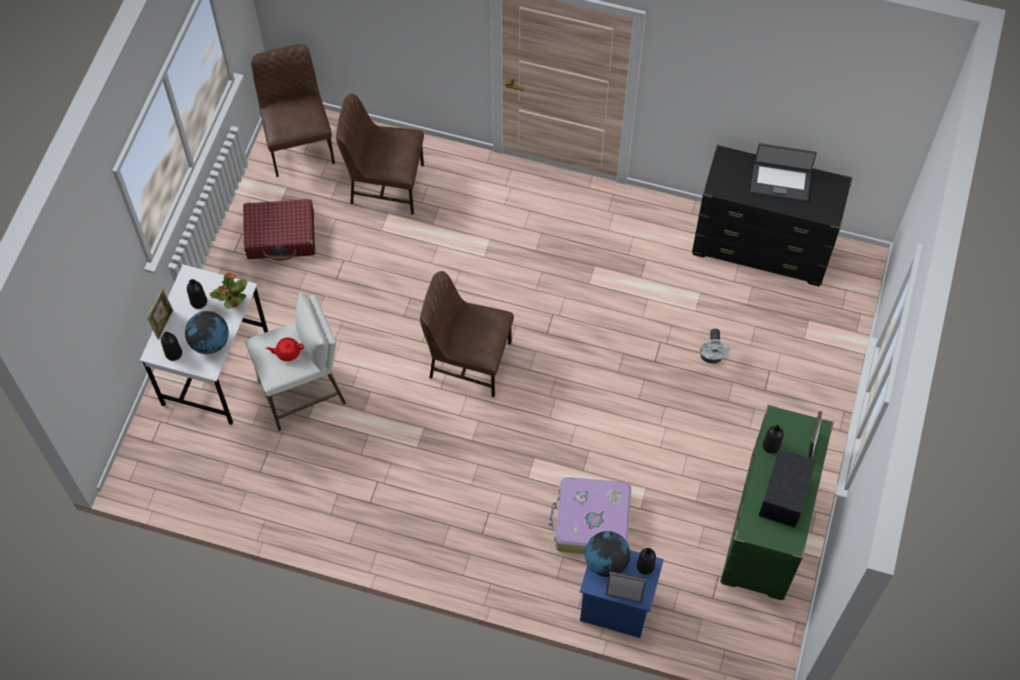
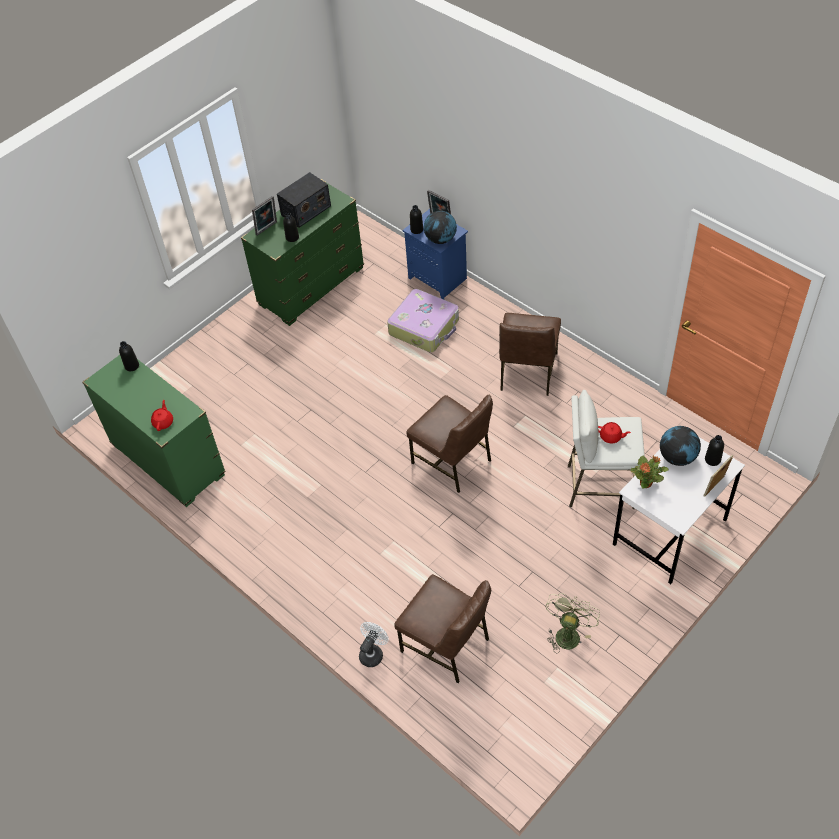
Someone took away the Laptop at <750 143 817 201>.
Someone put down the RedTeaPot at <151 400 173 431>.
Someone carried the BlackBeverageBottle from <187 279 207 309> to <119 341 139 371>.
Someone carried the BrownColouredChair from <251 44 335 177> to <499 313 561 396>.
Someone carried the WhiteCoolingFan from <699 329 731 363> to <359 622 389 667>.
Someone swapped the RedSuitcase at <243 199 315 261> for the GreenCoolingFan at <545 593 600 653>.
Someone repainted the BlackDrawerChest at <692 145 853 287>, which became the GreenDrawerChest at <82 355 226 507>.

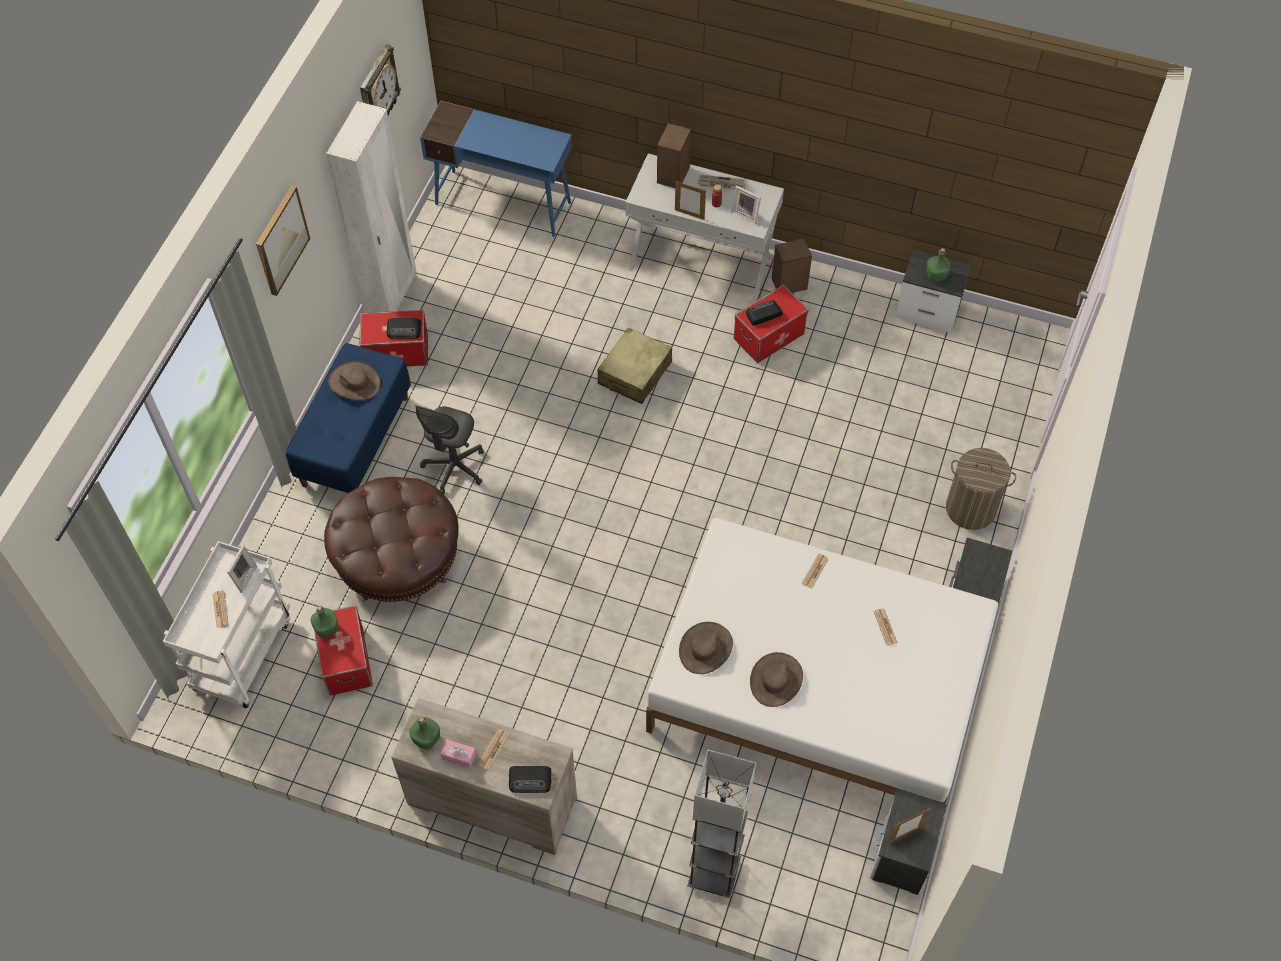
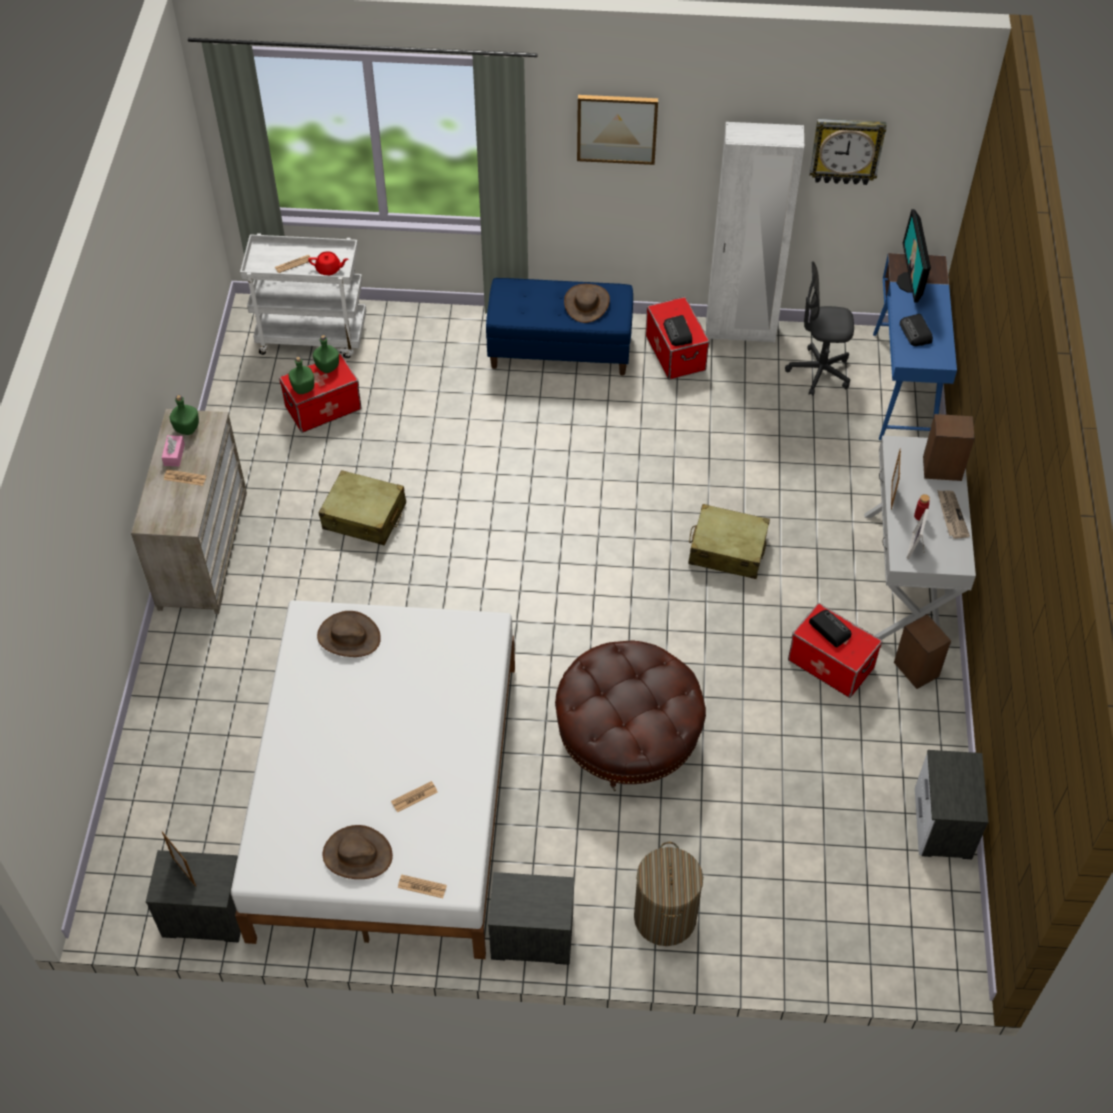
Someone took away the GrayStandingLamp at <687 750 756 898>.
Someone put down the BeigeColouredSuitcase at <319 470 406 545>.
Someone put down the ComputerDisplay at <897 209 931 303>.
Someone carried the BrownColouredFootrest from <324 477 459 602> to <555 640 706 791>.
Someone carried the GrayDeskChair from <415 405 484 494> to <785 261 854 396>.
Someone carried the RadioSet from <509 766 552 793> to <900 314 933 346>.
Someone carried the BrownColouredClothingHat from <750 652 803 707> to <323 825 393 879>.
Someone carried the DailyPaper from <801 553 829 589> to <398 875 447 898>.
Someone carried the GreenBeverageBottle from <927 248 951 282> to <288 356 314 394>.
Someone swapped the PhotoFrame at <227 545 257 593> for the RedTeaPot at <308 251 348 275>.

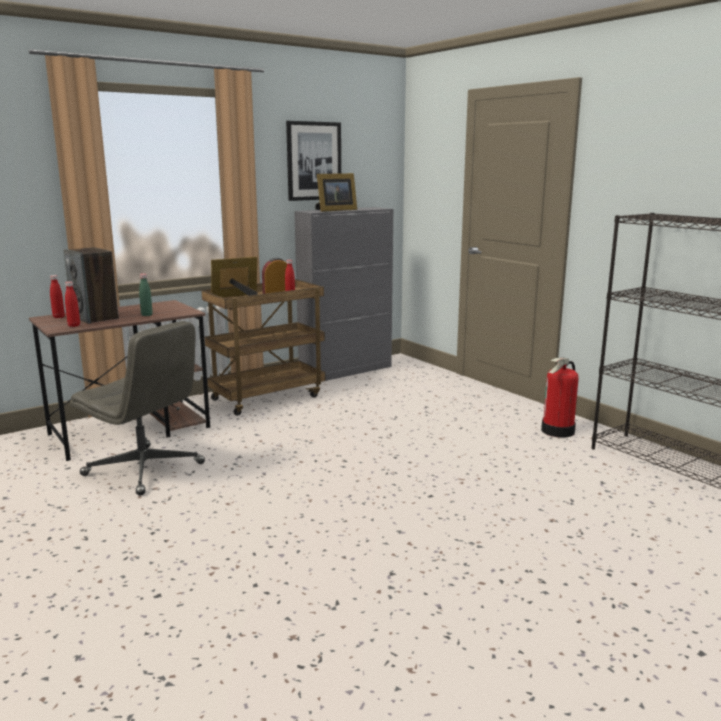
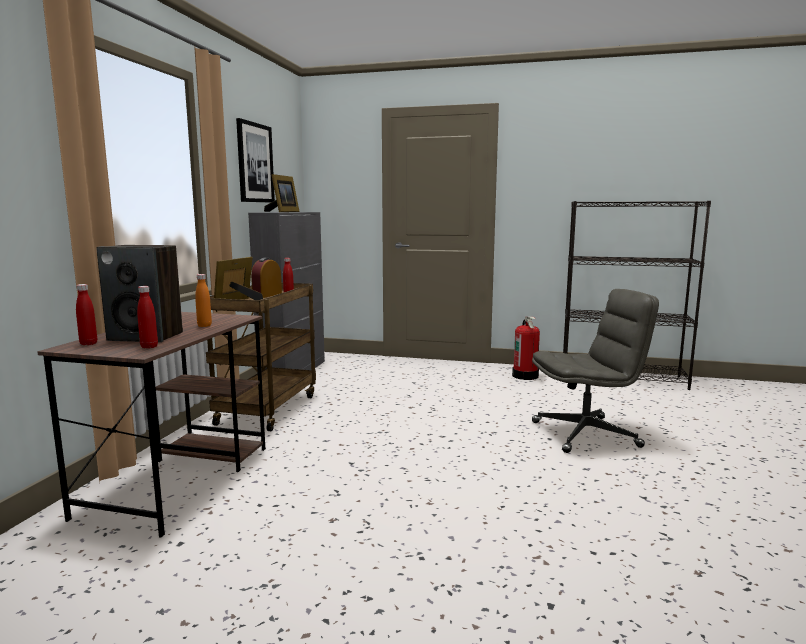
Someone carried the GrayDeskChair from <70 321 205 496> to <532 289 659 453>.
Someone repainted the GreenBeverageBottle at <139 274 153 316>, which became the OrangeColouredBeverageBottle at <195 274 212 327>.

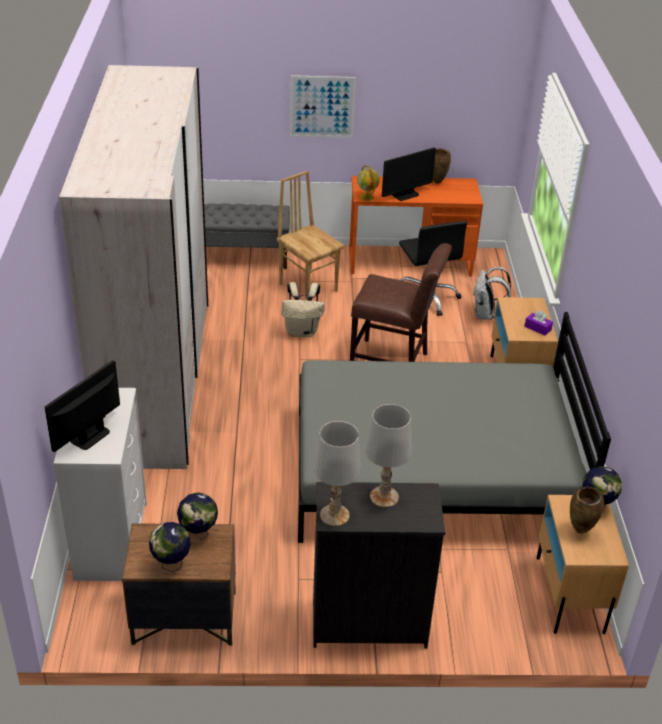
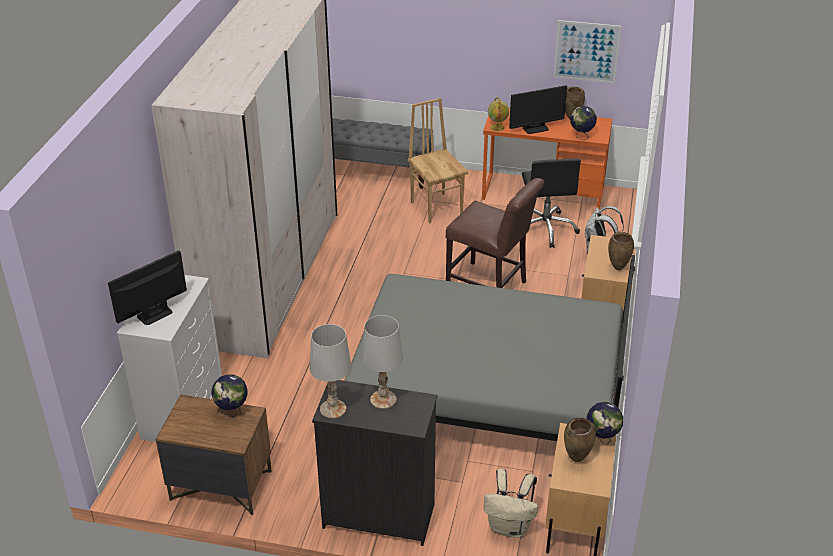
Someone carried the DeskGlobe from <149 522 191 572> to <570 106 597 140>.
Someone carried the BeigeColouredBackpack from <282 282 325 337> to <483 469 538 538>.
Someone carried the WallPicture from <290 75 356 138> to <554 20 621 83>.
Someone swapped the PurpleColouredBoxOfTissues at <525 311 553 336> for the BrownColouredVase at <608 232 634 270>.

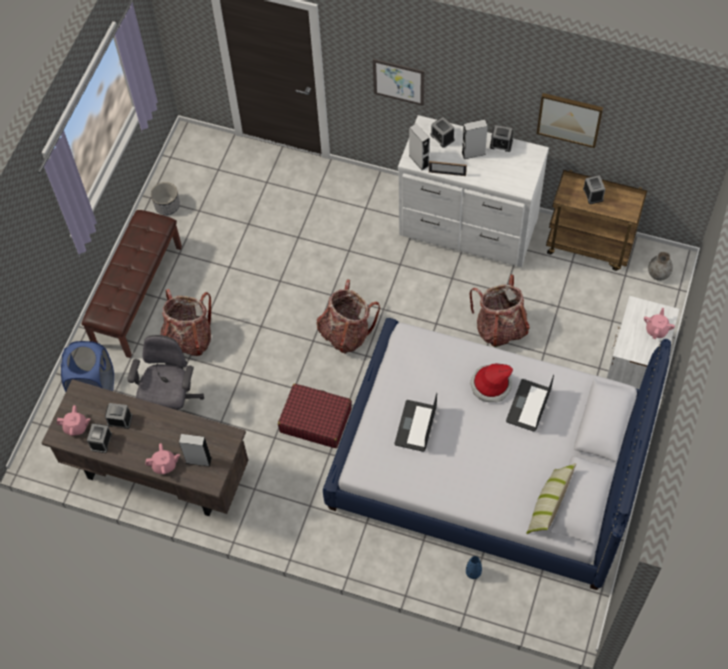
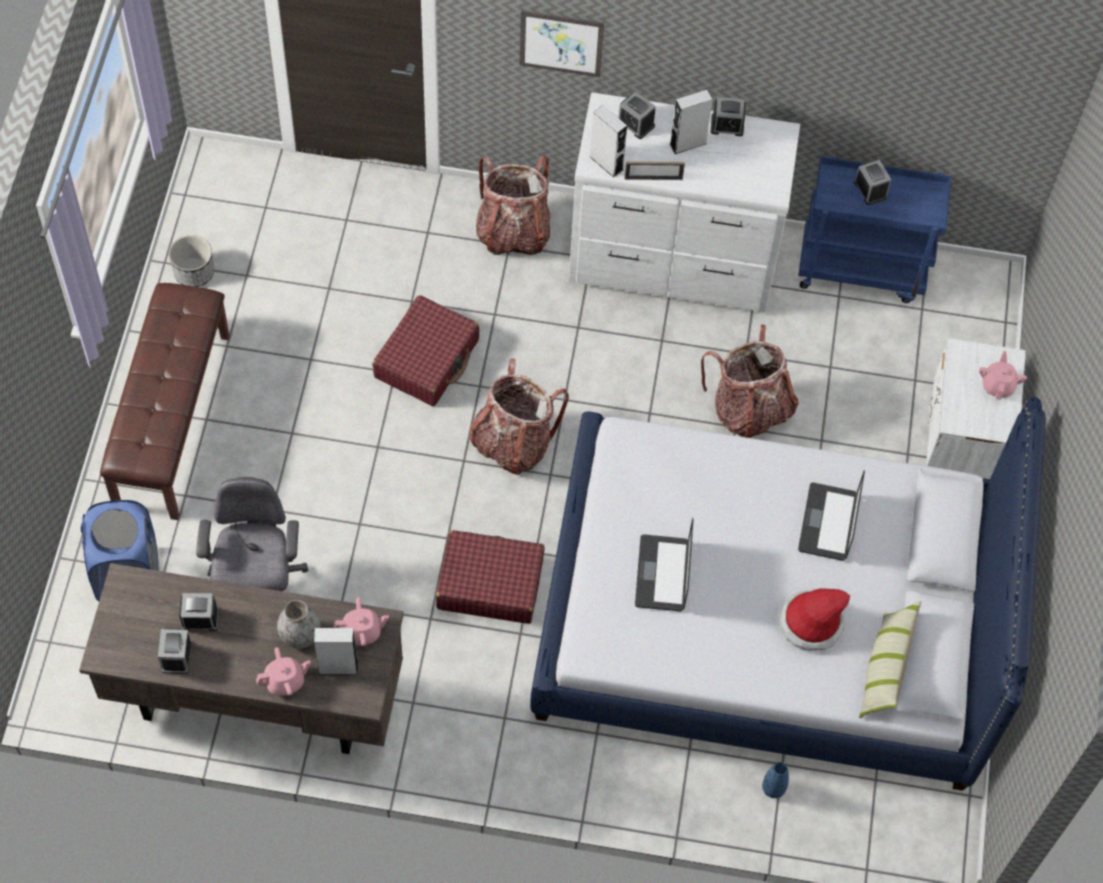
Someone took away the WallPicture at <537 93 603 148>.
Someone put down the RedSuitcase at <372 295 479 406>.
Someone carried the PinkTeaPot from <57 405 90 436> to <334 597 389 646>.
Someone carried the Backpack from <160 289 211 356> to <476 155 550 255>.
Someone carried the ClothingHat from <470 363 513 402> to <779 588 850 651>.
Someone carried the GrayVase from <648 251 673 281> to <277 600 321 649>.
Someone repainted the BrownColouredWheeledCart at <546 170 647 271>, which became the BlueWheeledCart at <798 155 951 303>.

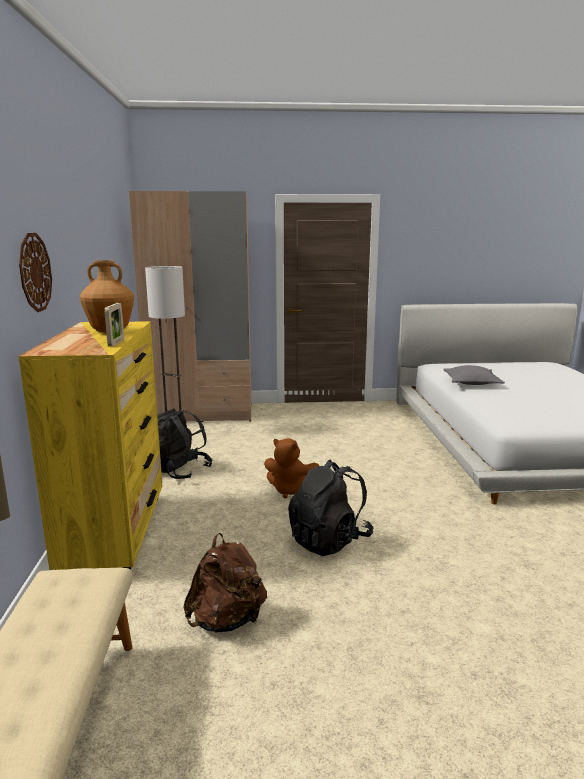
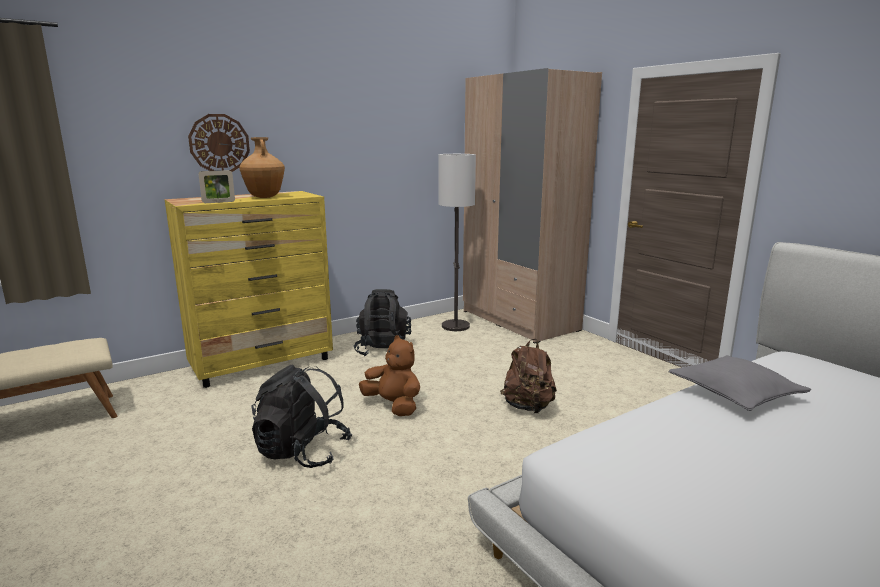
Someone carried the BrownColouredBackpack from <183 533 267 633> to <500 339 557 414>.
Someone rotated the BrownColouredSoftToy at <264 438 319 499> by 135 degrees clockwise.

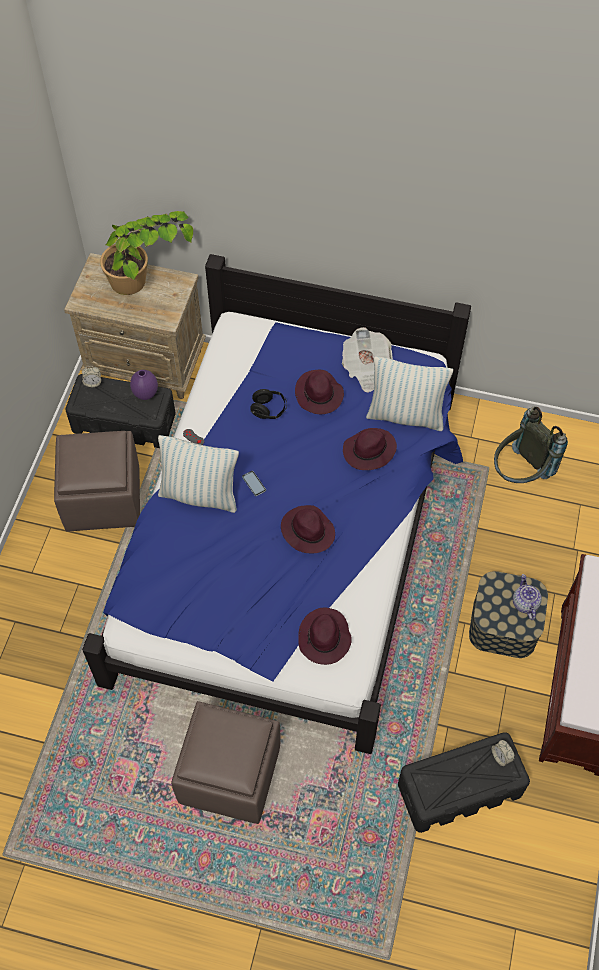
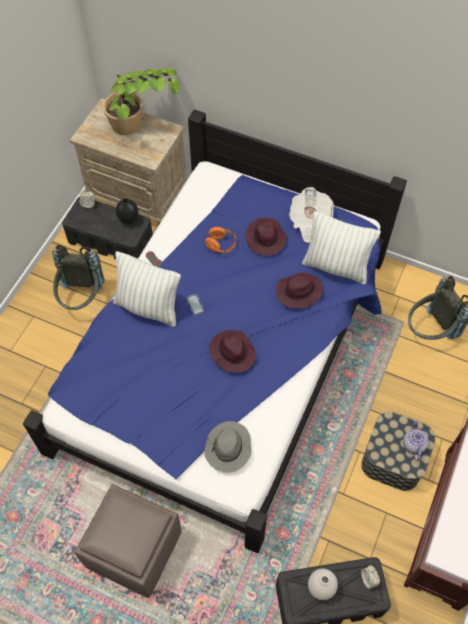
Someone put down the WhiteVase at <308 569 338 600>.
Someone swapped the BrownColouredFootrest at <54 431 140 531> for the GrayBackpack at <52 245 105 310>.
Someone repainted the PurpleColouredVase at <130 370 158 400>, which became the BlackVase at <116 198 139 224>.
Someone repainted the BlackPairOfHeadphones at <250 389 287 419>, which became the OrangeColouredPairOfHeadphones at <205 227 237 253>.
Someone repainted the PurpleColouredClothingHat at <298 608 352 665>, which became the GrayClothingHat at <204 421 252 473>.

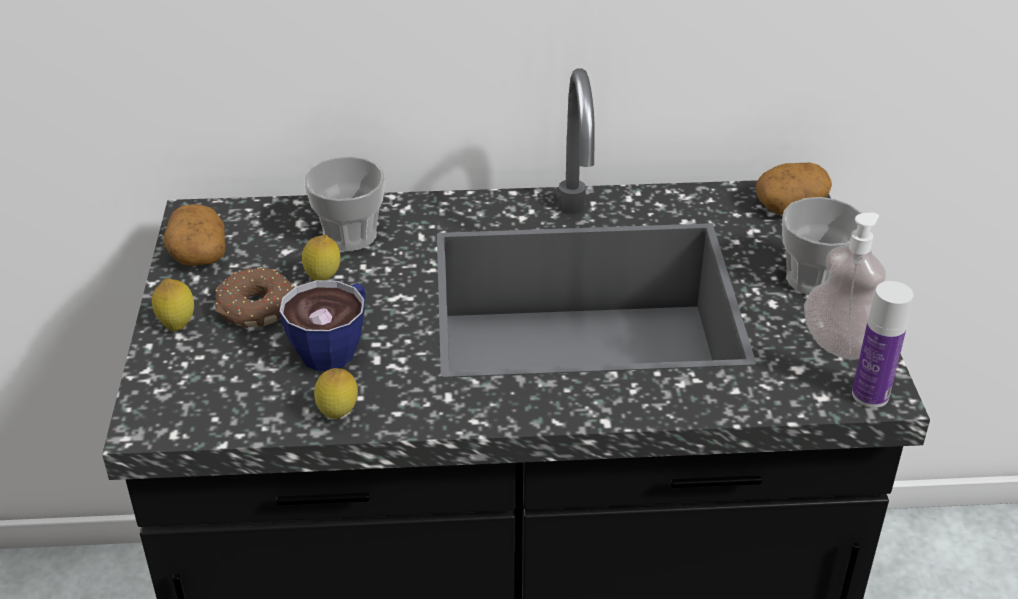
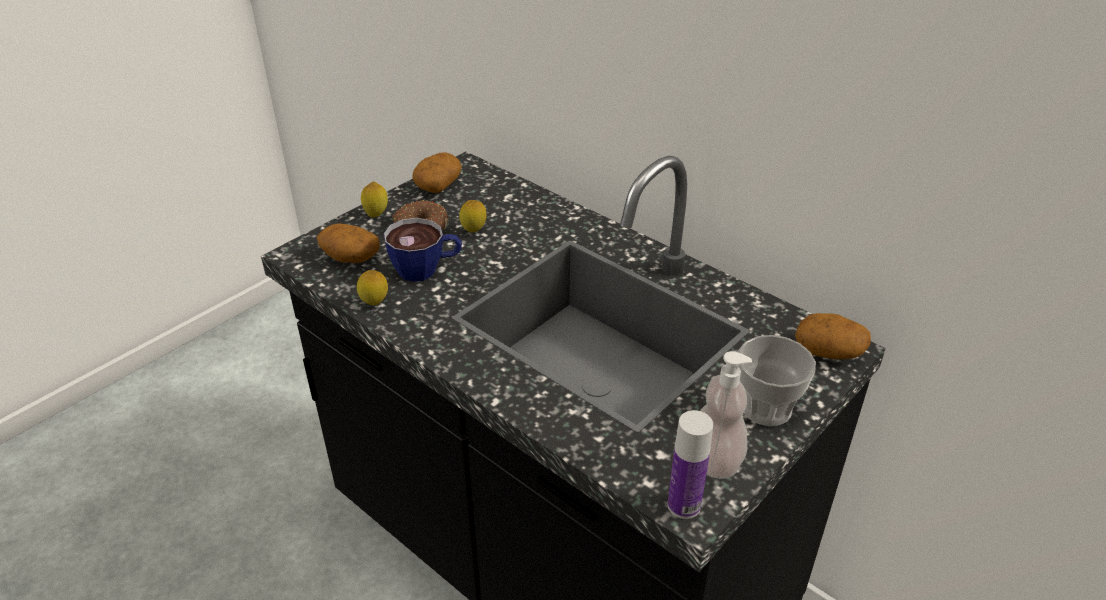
Someone took away the SmallCup at <304 156 385 251>.
Someone put down the Spud at <317 223 380 263>.

